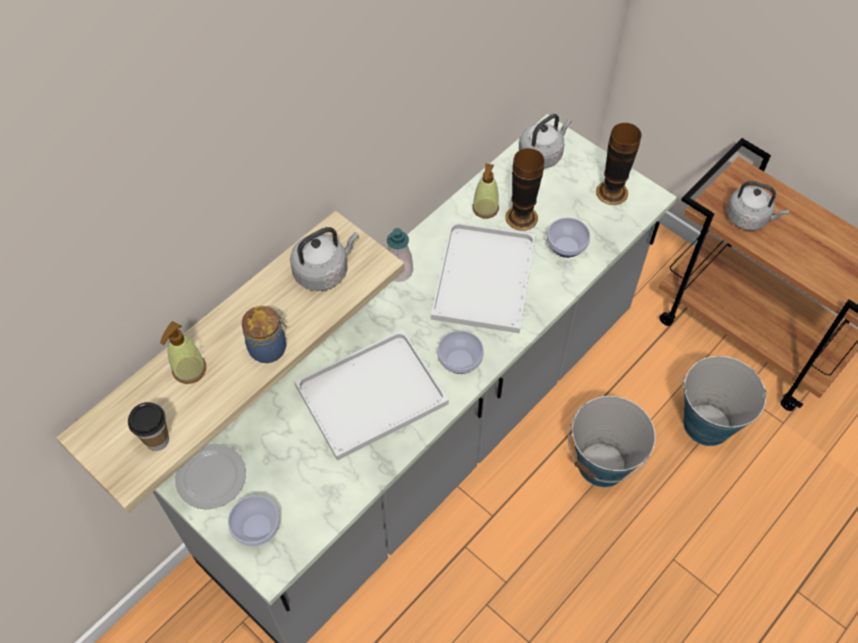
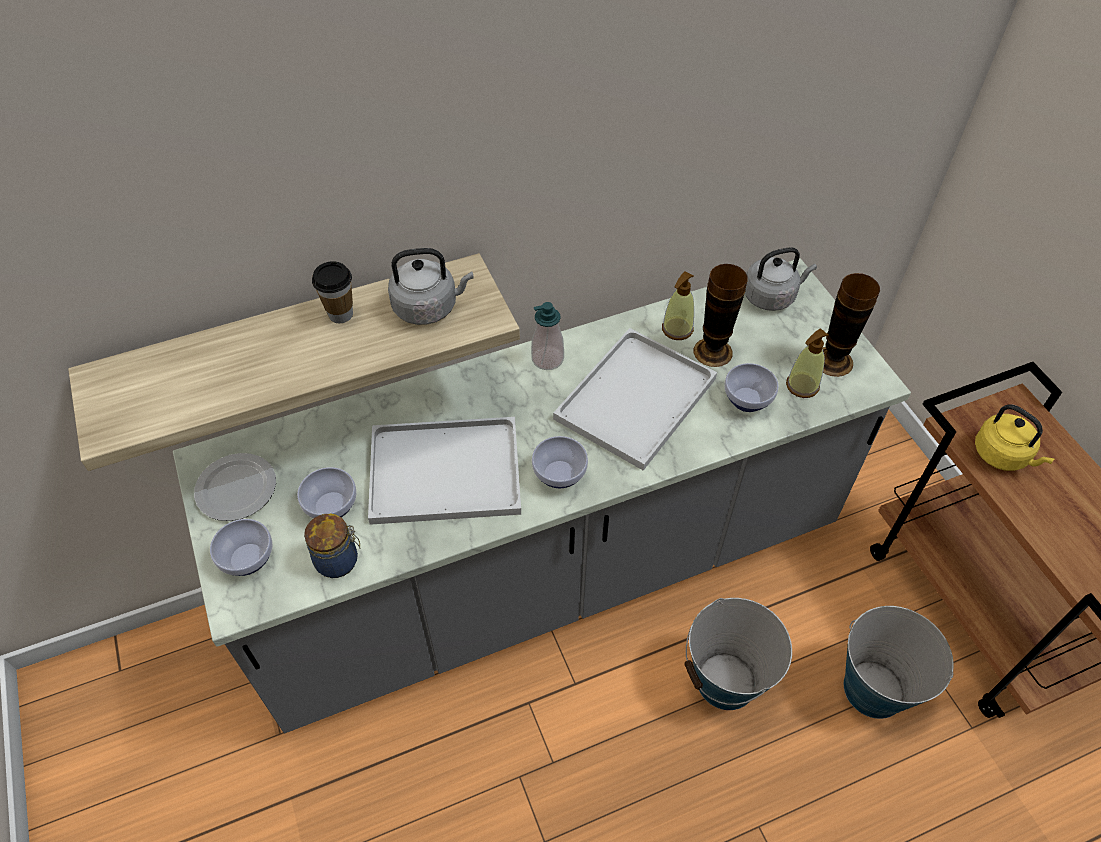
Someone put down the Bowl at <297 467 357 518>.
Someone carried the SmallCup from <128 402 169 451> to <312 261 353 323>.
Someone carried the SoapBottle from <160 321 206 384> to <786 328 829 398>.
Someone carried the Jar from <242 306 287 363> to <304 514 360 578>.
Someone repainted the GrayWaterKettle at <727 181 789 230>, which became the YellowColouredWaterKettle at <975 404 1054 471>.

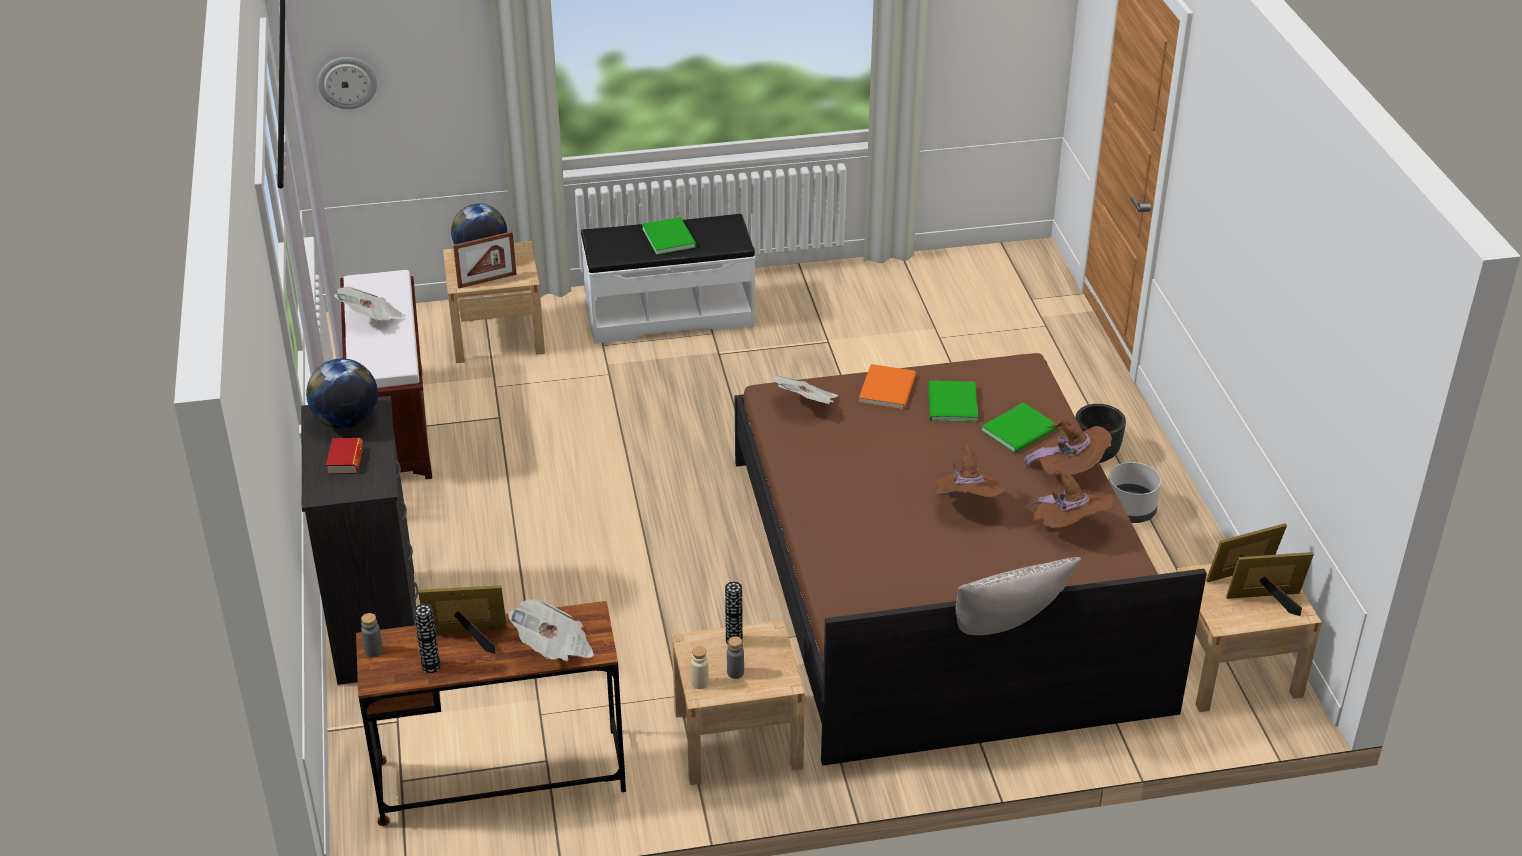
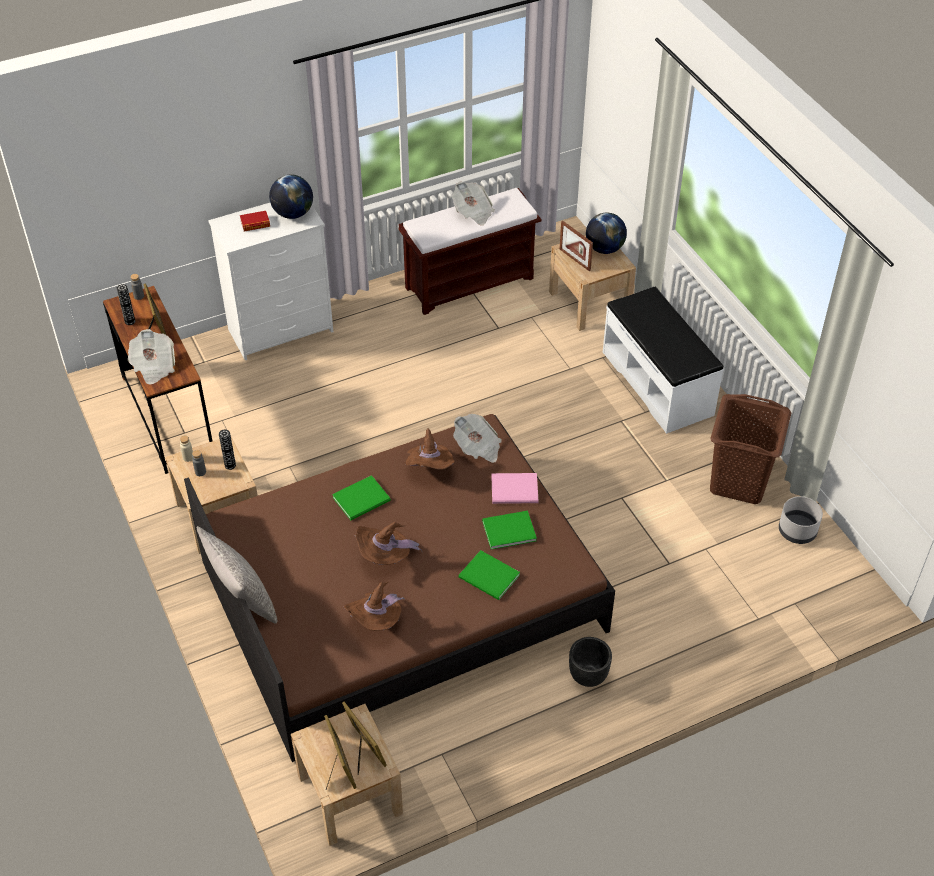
Someone took away the WallClock at <318 57 377 109>.
Someone put down the BrownColouredWashingBasket at <710 394 792 504>.
Someone carried the GreenBook from <642 217 697 255> to <332 475 391 520>.
Someone carried the BrownColouredClothingHat from <1023 418 1112 476> to <405 429 455 470>.
Someone carried the GrayPlanter from <1108 462 1161 523> to <779 496 823 544>.
Someone repainted the BlackDrawerChest at <301 396 418 685>, which became the WhiteDrawerChest at <208 203 333 360>.
Someone repainted the OrangeColouredBook at <859 364 916 409>, which became the PinkBook at <491 473 538 504>.

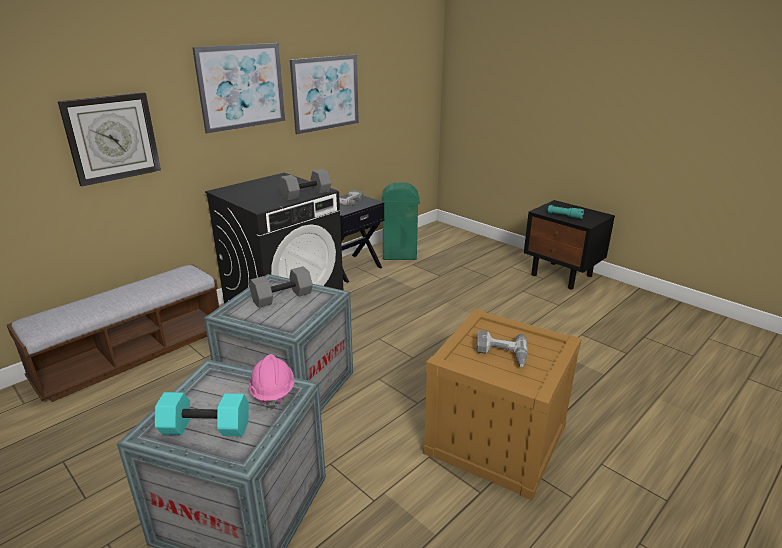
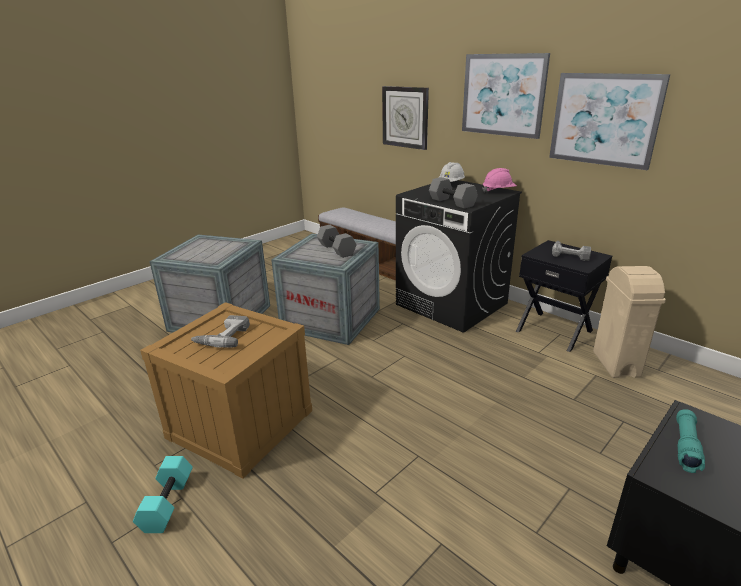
Someone put down the WhiteHardHat at <438 162 465 182>.
Someone carried the TurquoiseColouredFreeWeight from <155 392 249 436> to <133 456 193 533>.
Someone carried the PinkHardHat from <249 354 295 409> to <482 168 517 193>.
Someone repainted the GreenTrashCan at <381 183 420 260>, which became the BeigeColouredTrashCan at <593 266 666 378>.

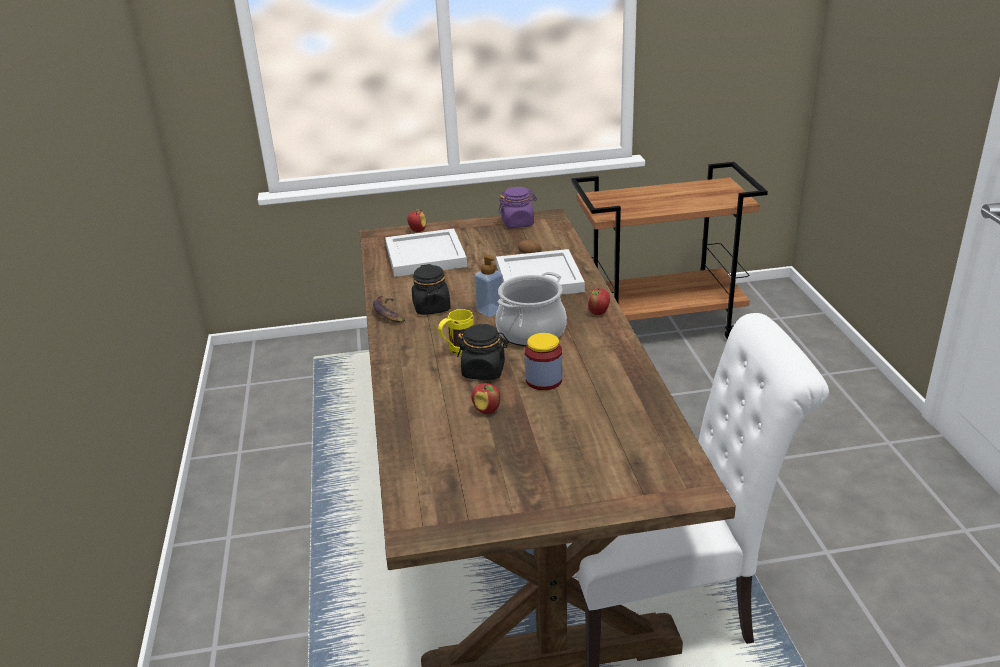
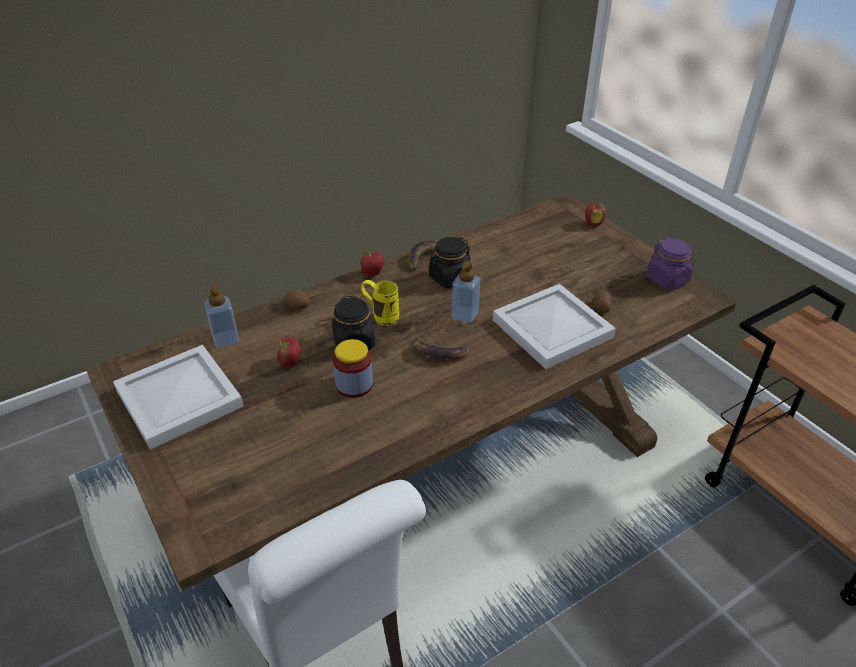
Someone put down the SoapBottle at <204 285 239 348>.
Someone put down the Spud at <284 290 310 309>.
Someone carried the WhiteServingTray from <385 228 467 277> to <113 345 244 449>.
Someone carried the AppleFruit from <588 288 610 315> to <361 251 384 276>.
Someone swapped the Saucepot at <496 272 567 347> for the Banana at <413 337 470 359>.

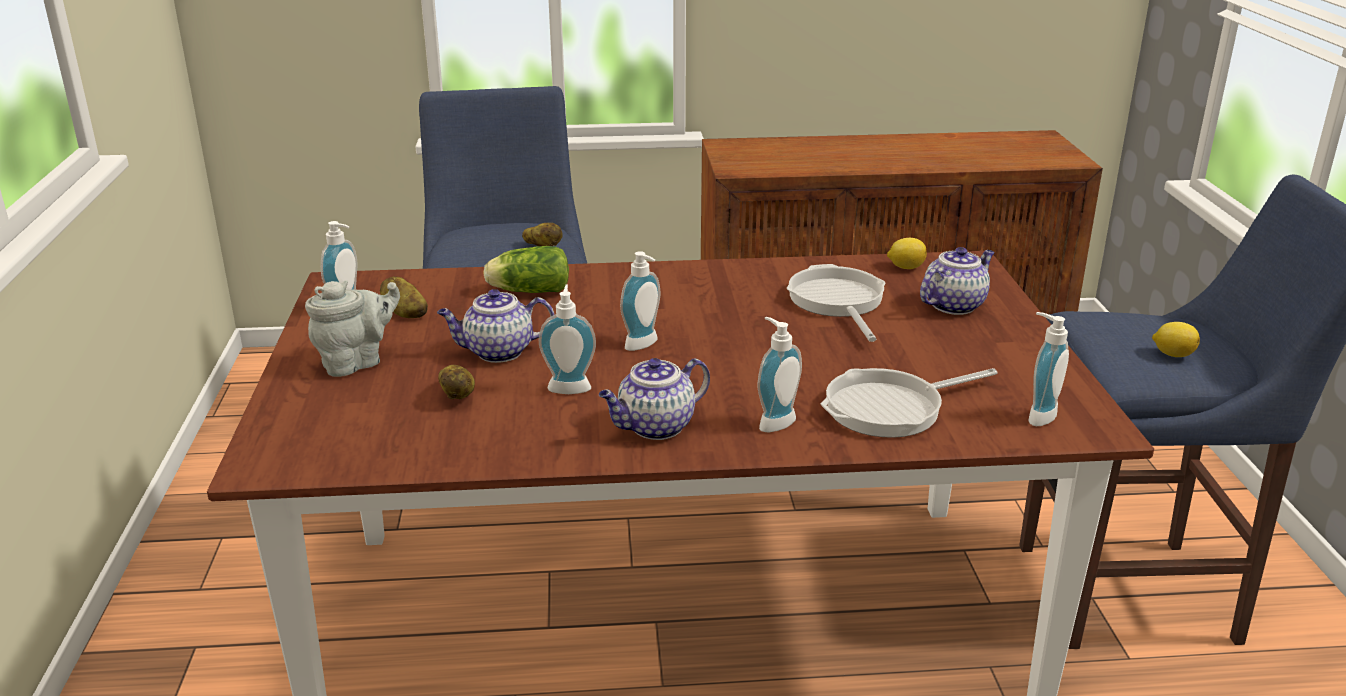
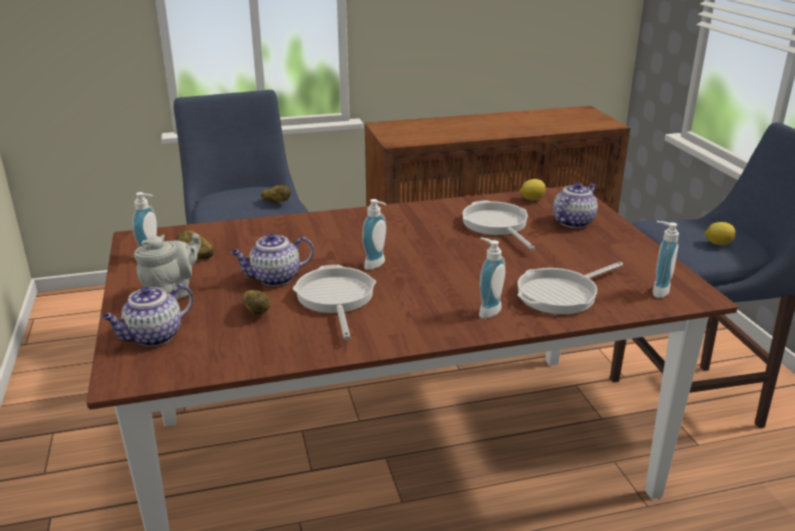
Someone took away the Lettuce at <483 246 569 293>.
Someone carried the TeaPot from <599 358 710 440> to <102 284 194 346>.
Someone swapped the SoapBottle at <539 285 596 394> for the FryingPan at <293 265 376 340>.

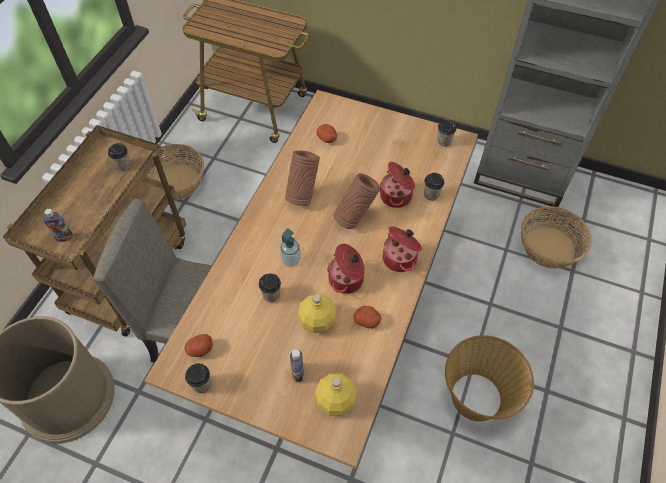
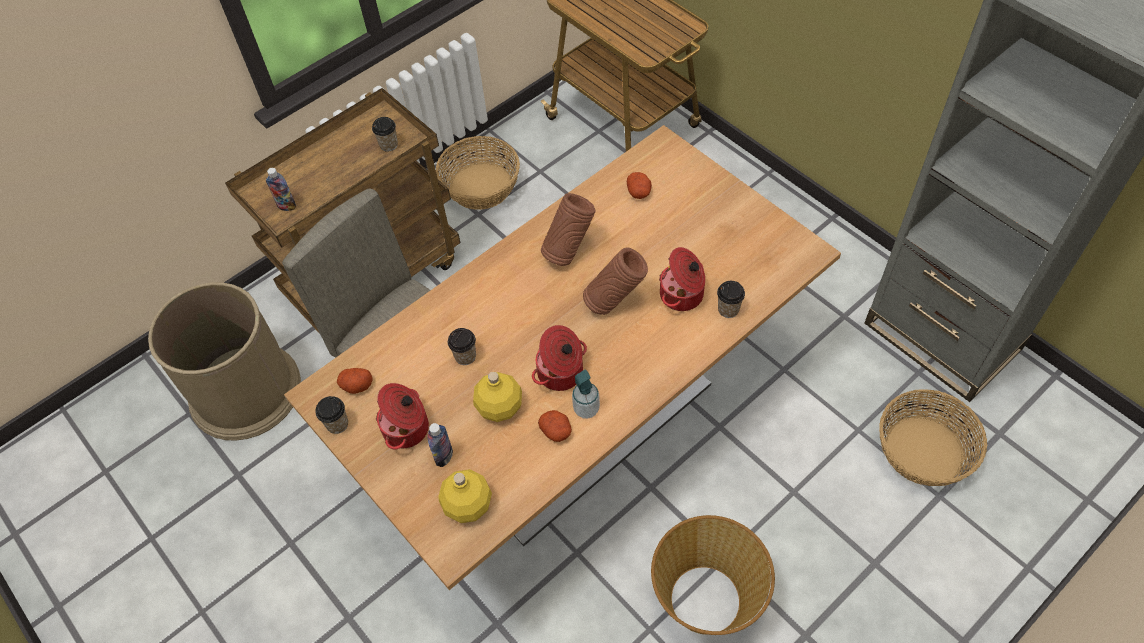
Someone took away the SmallCup at <437 120 457 147>.
Someone carried the SoapBottle from <280 228 301 267> to <572 370 600 419>.
Someone carried the Saucepot from <383 226 422 272> to <376 383 429 450>.

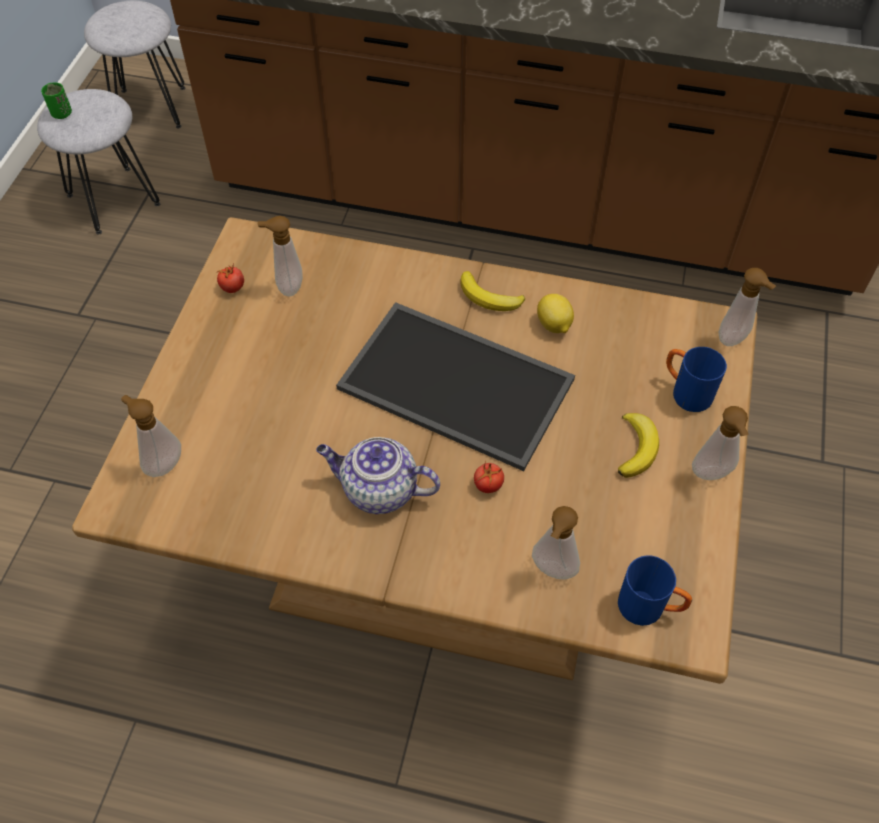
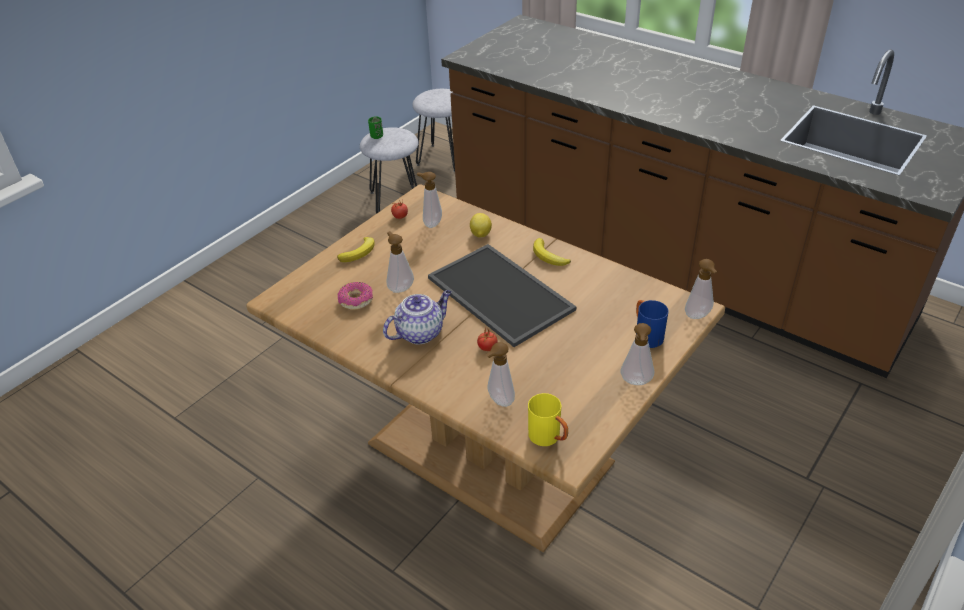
Someone put down the RingDoughnut at <338 282 373 310>.
Someone carried the SoapBottle from <121 395 181 477> to <386 231 414 293>.
Someone carried the Lemon from <537 294 574 333> to <470 213 492 238>.
Someone carried the Banana from <618 413 659 478> to <337 237 375 262>.
Someone repainted the BlueTeaMug at <618 555 692 626>, which became the YellowColouredTeaMug at <528 393 568 446>.
Someone rotated the TeaPot at <316 437 440 514> by 105 degrees clockwise.

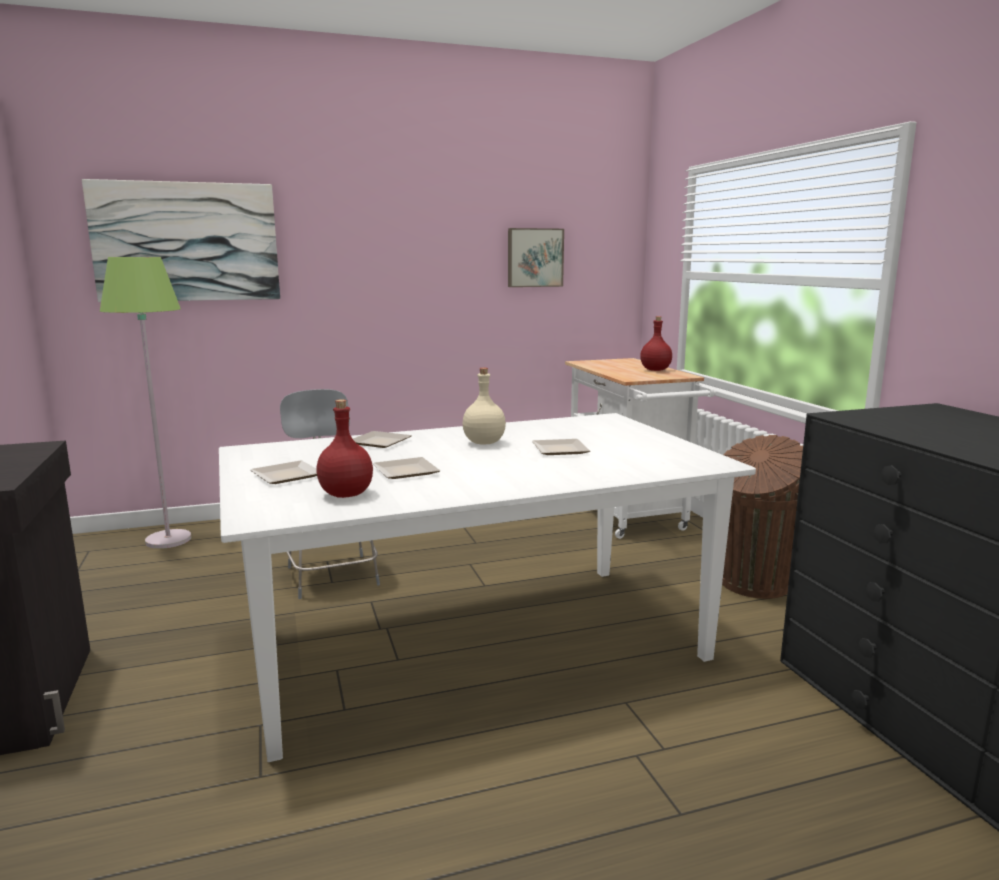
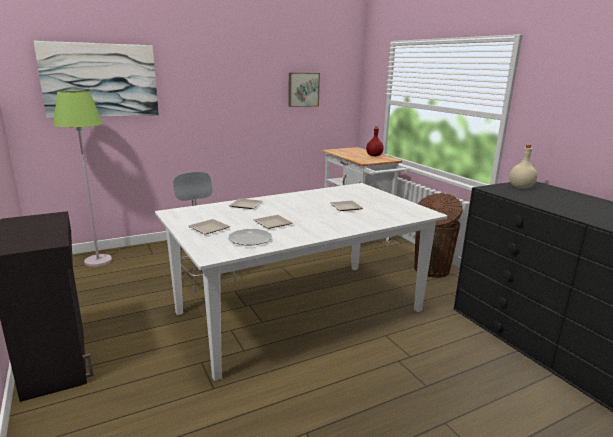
Someone carried the BeigeColouredBeverageBottle from <462 368 506 444> to <509 144 537 189>.
Someone swapped the RedBeverageBottle at <316 399 373 498> for the Plate at <228 229 272 246>.

